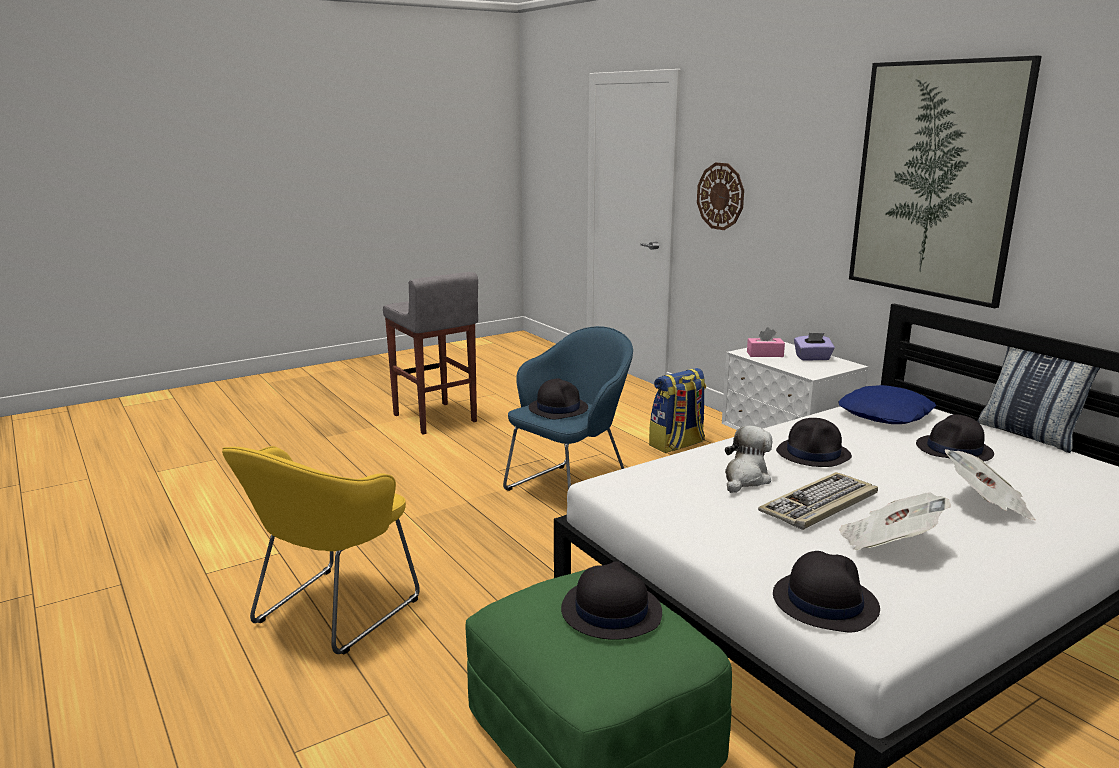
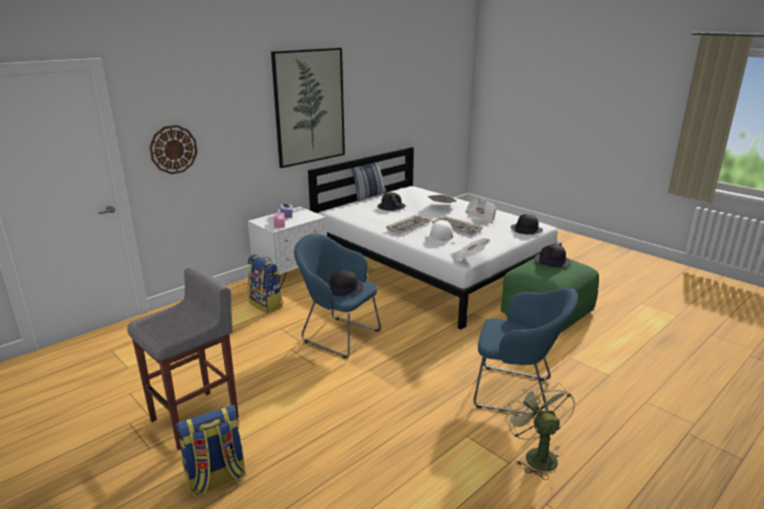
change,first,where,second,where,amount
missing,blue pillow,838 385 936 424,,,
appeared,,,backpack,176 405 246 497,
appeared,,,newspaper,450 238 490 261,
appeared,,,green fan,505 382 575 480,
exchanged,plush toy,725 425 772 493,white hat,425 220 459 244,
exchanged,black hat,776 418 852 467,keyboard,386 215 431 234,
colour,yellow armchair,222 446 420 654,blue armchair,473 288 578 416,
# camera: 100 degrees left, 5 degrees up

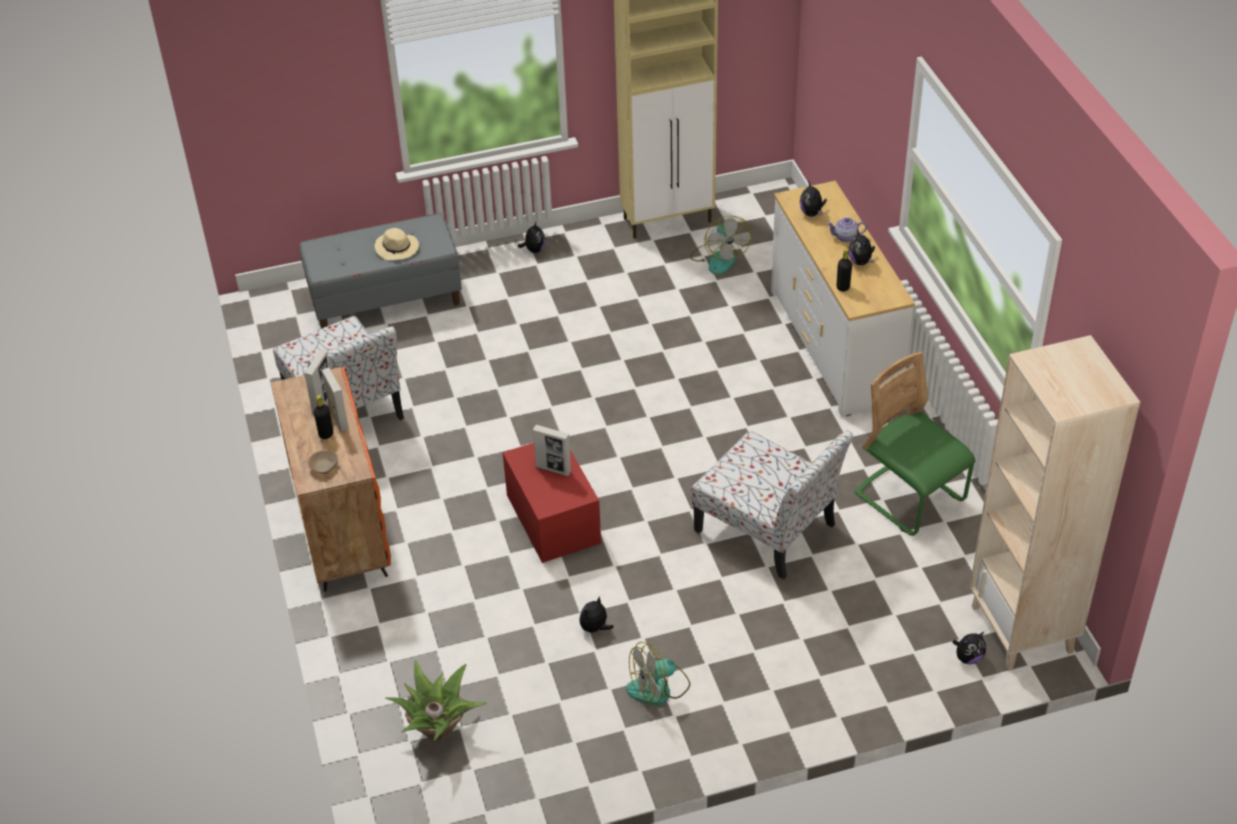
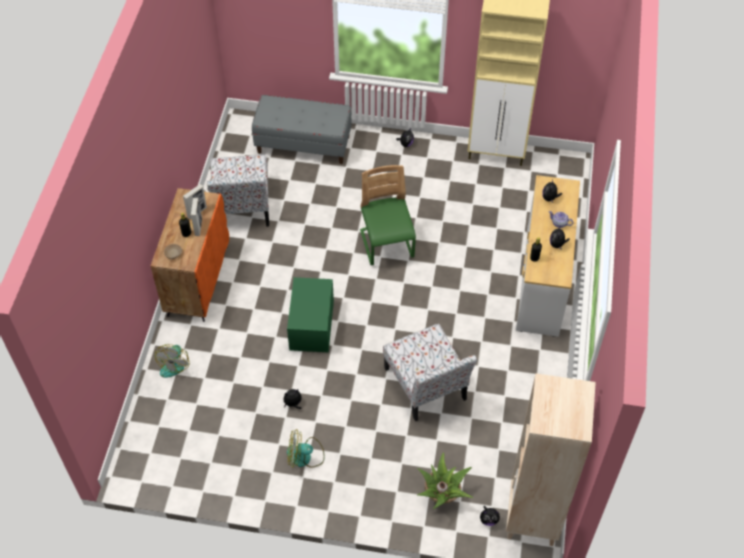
change,first,where,second,where,amount
missing,beige hat,375 228 419 260,,,
missing,picture frame,533 425 571 476,,,
relocated,potted plant,385 660 487 741,,417 453 473 509,
relocated,fan,690 216 752 274,,155 344 189 378,
relocated,green chair,854 352 975 536,,360 165 416 265,
colour,red storage box,503 443 601 563,green storage box,287 277 334 352,
# camera: 25 degrees right, 10 degrees up

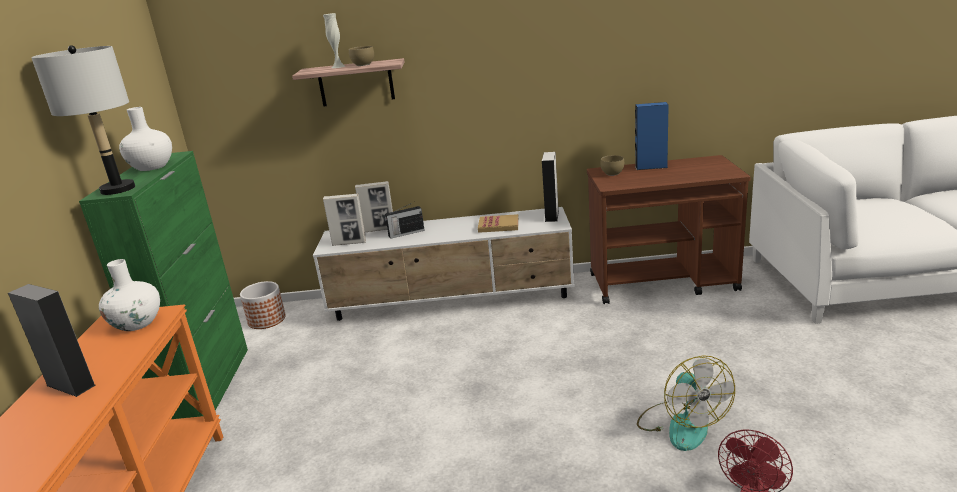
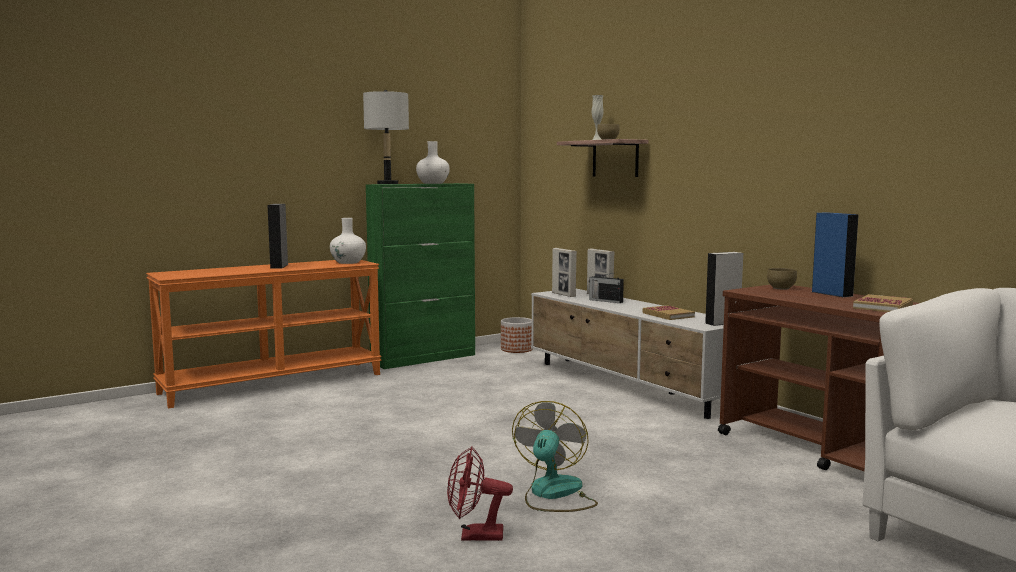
change,first,where,second,where,amount
appeared,,,book,853 294 913 312,
spun,fan,637 355 735 451,,512 401 598 512,150 degrees clockwise
# camera: 55 degrees right, 15 degrees down

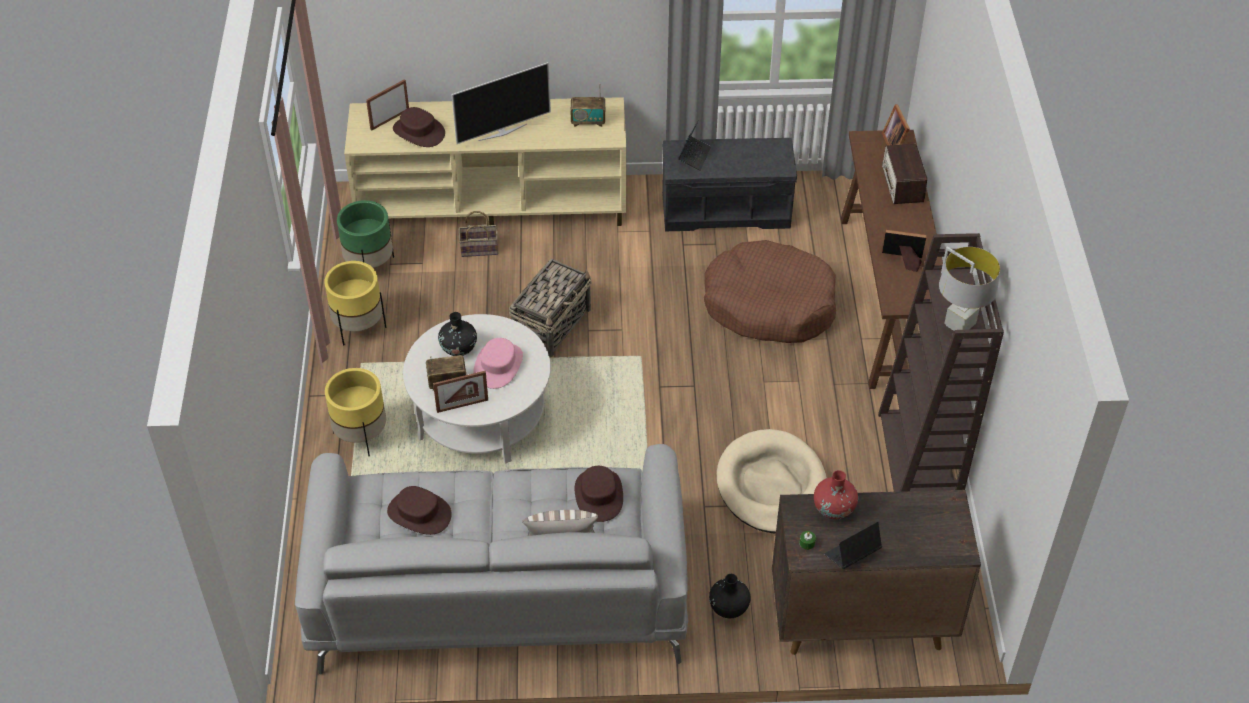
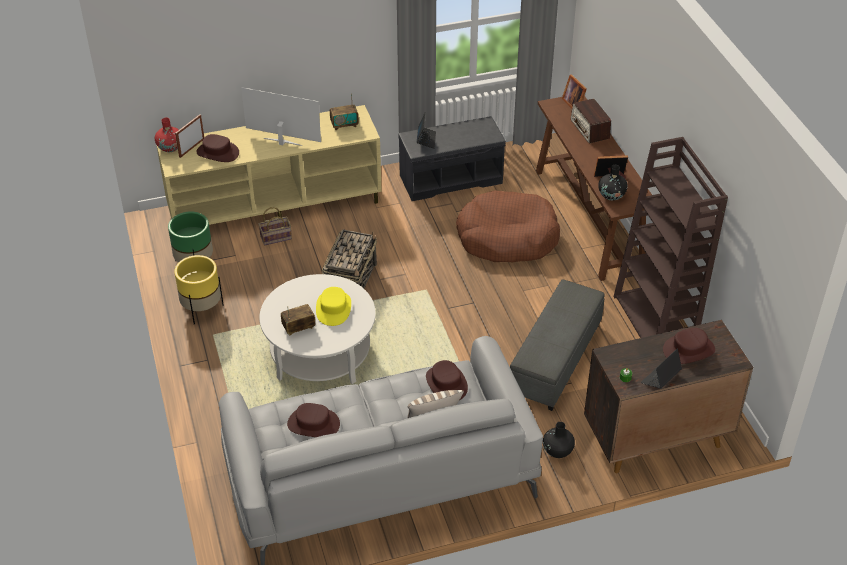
change,first,where,second,where,amount
missing,yellow planter,325 368 386 456,,,
missing,picture frame,433 371 488 413,,,
missing,grey table lamp,939 246 1000 331,,,
appeared,,,brown hat,663 328 715 364,
relocated,black vase,438 312 477 356,,598 165 628 201,
relocated,red vase,814 470 858 520,,155 118 179 152,
exchanged,beige dog bed,717 429 827 533,grey ottoman,510 280 605 411,
colour,pink hat,474 338 523 389,yellow hat,316 287 351 326,
spun,television,451 62 551 144,,241 87 321 146,120 degrees counterclockwise
# camera: 15 degrees left, 5 degrees down

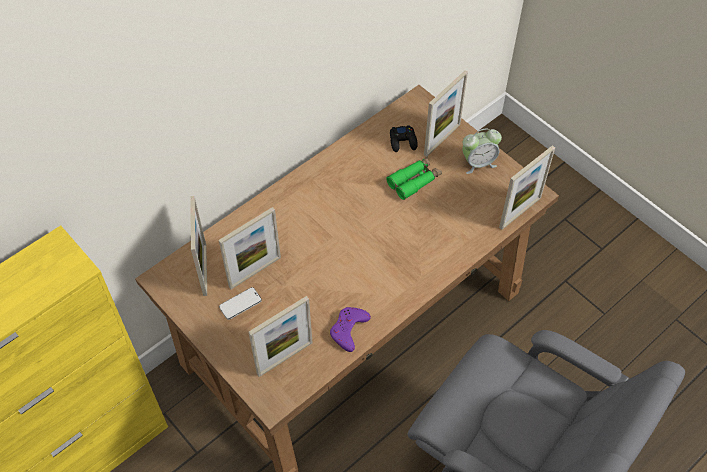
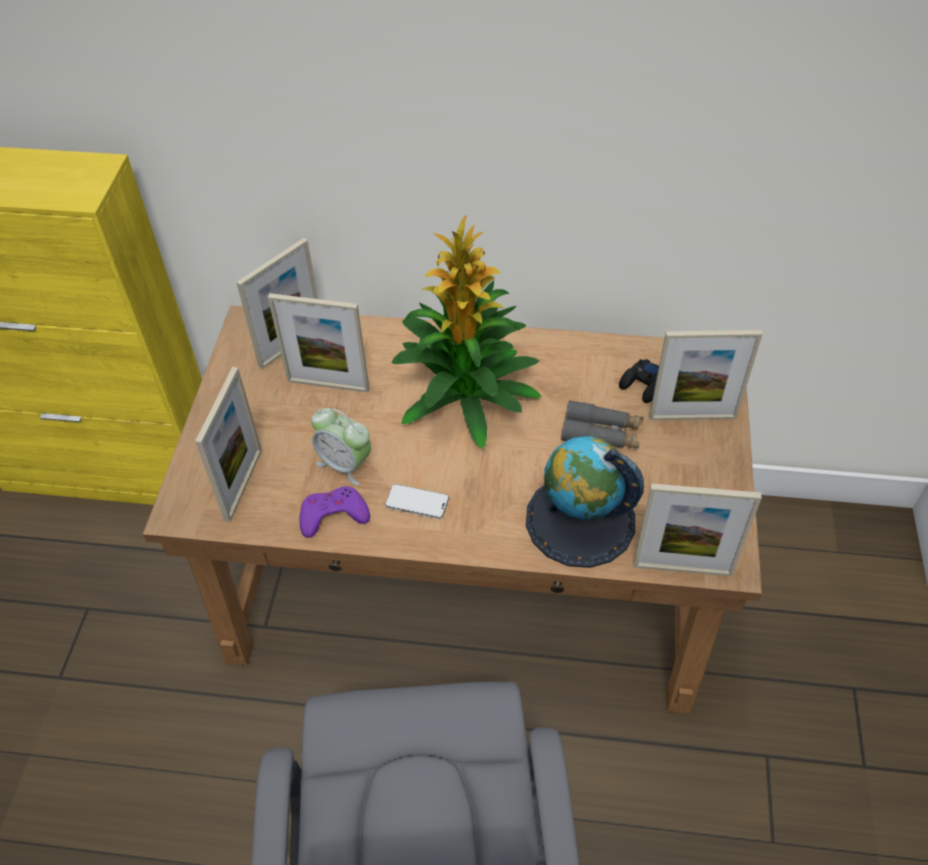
change,first,where,second,where,amount
appeared,,,potted plant,391 215 542 449,
appeared,,,globe,526 436 644 568,
relocated,phone,219 287 262 320,,385 484 449 519,
relocated,alarm clock,462 128 502 174,,311 408 371 486,
colour,green binoculars,386 157 442 200,grey binoculars,561 400 644 449,
spun,picture frame,248 296 313 377,,195 367 262 522,90 degrees counterclockwise
# camera: 50 degrees right, 5 degrees down

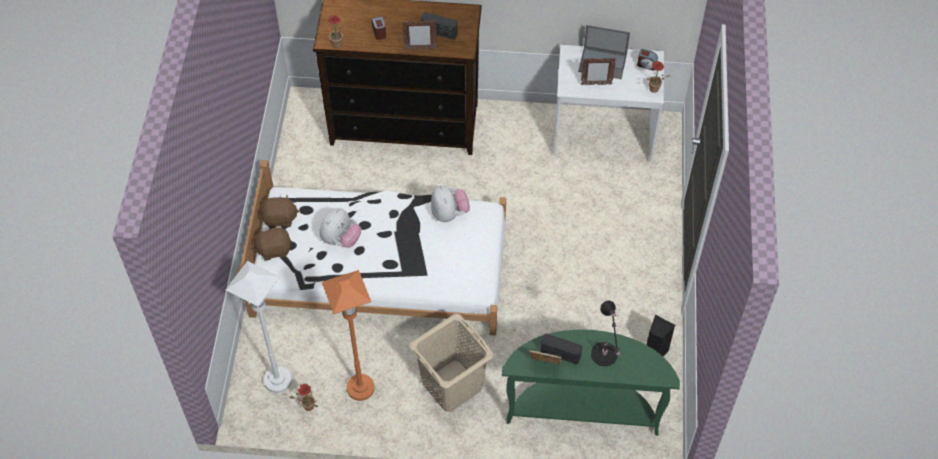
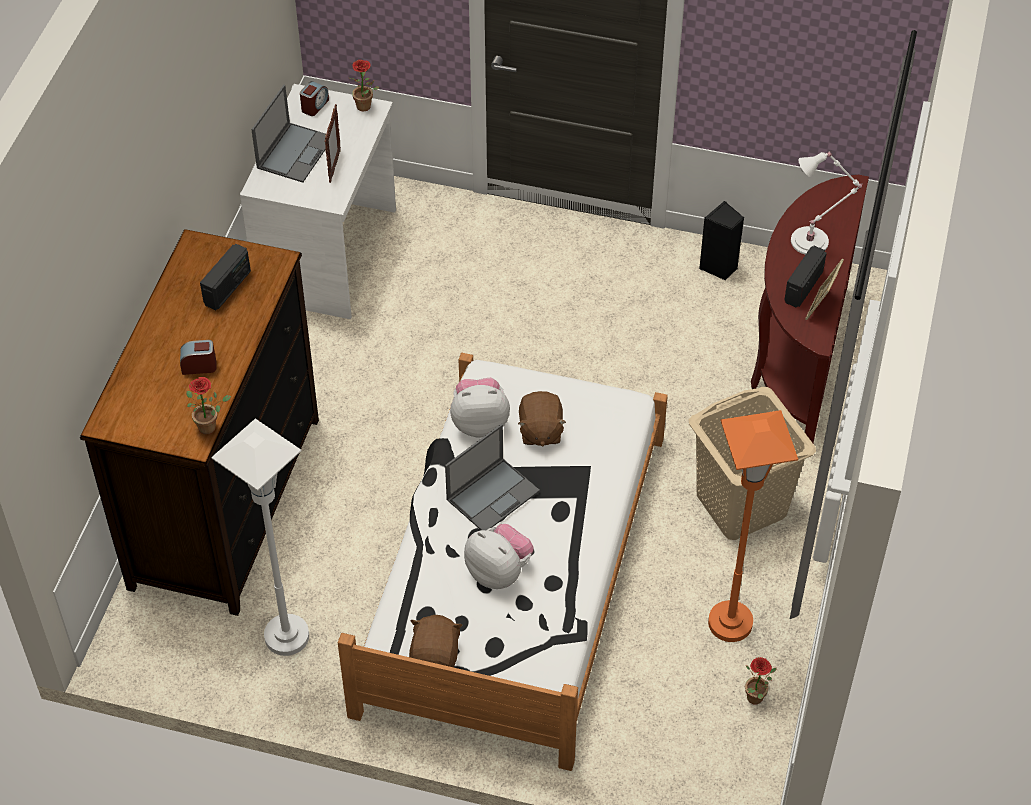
change,first,where,second,where,amount
missing,picture frame,402 20 437 50,,,
appeared,,,laptop,445 424 540 530,
relocated,white floor lamp,225 261 292 393,,211 419 309 656,
relocated,brown plush toy,252 227 291 261,,518 391 566 447,
colour,green console table,502 329 680 435,brown console table,751 175 869 443,
colour,black table lamp,591 301 621 366,white table lamp,791 151 862 255,
# camera: 80 degrees left, 5 degrees down

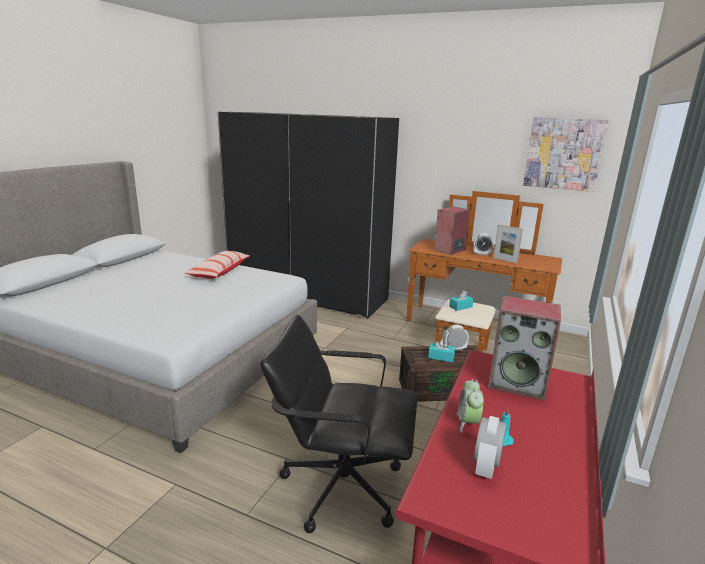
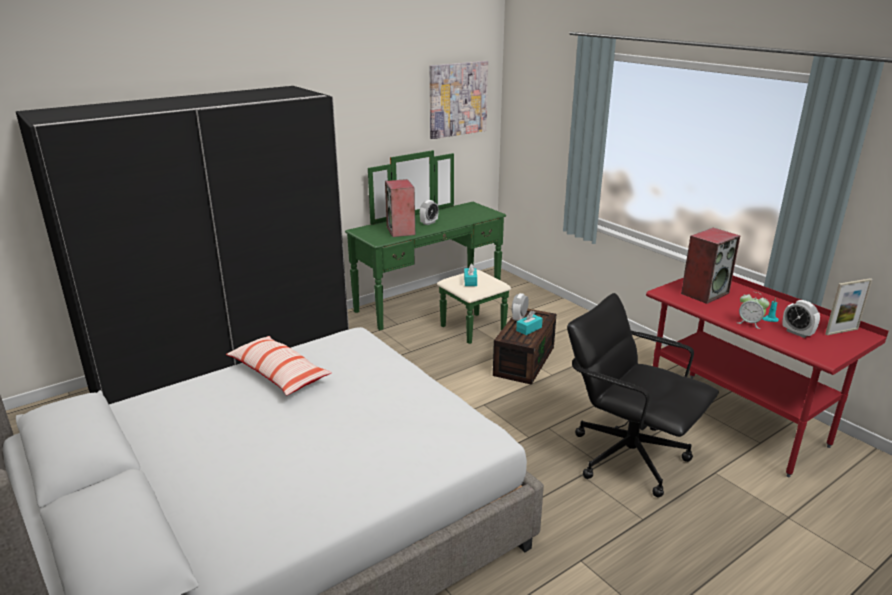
change,first,where,second,where,amount
relocated,picture frame,493 224 523 264,,825 278 873 335,
colour,brown dresser,407 191 562 352,green dresser,345 150 511 344,
spun,black office chair,260 315 418 533,,567 293 719 497,90 degrees clockwise
# camera: 60 degrees left, 5 degrees up

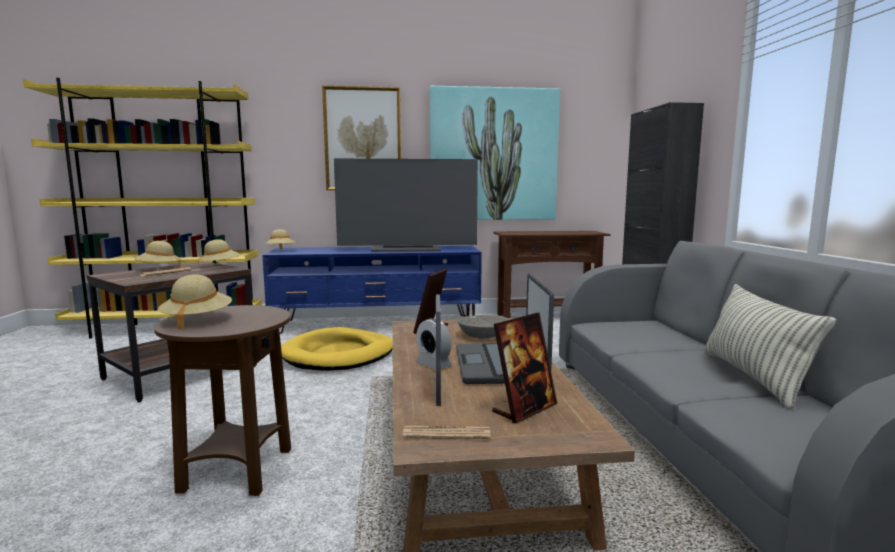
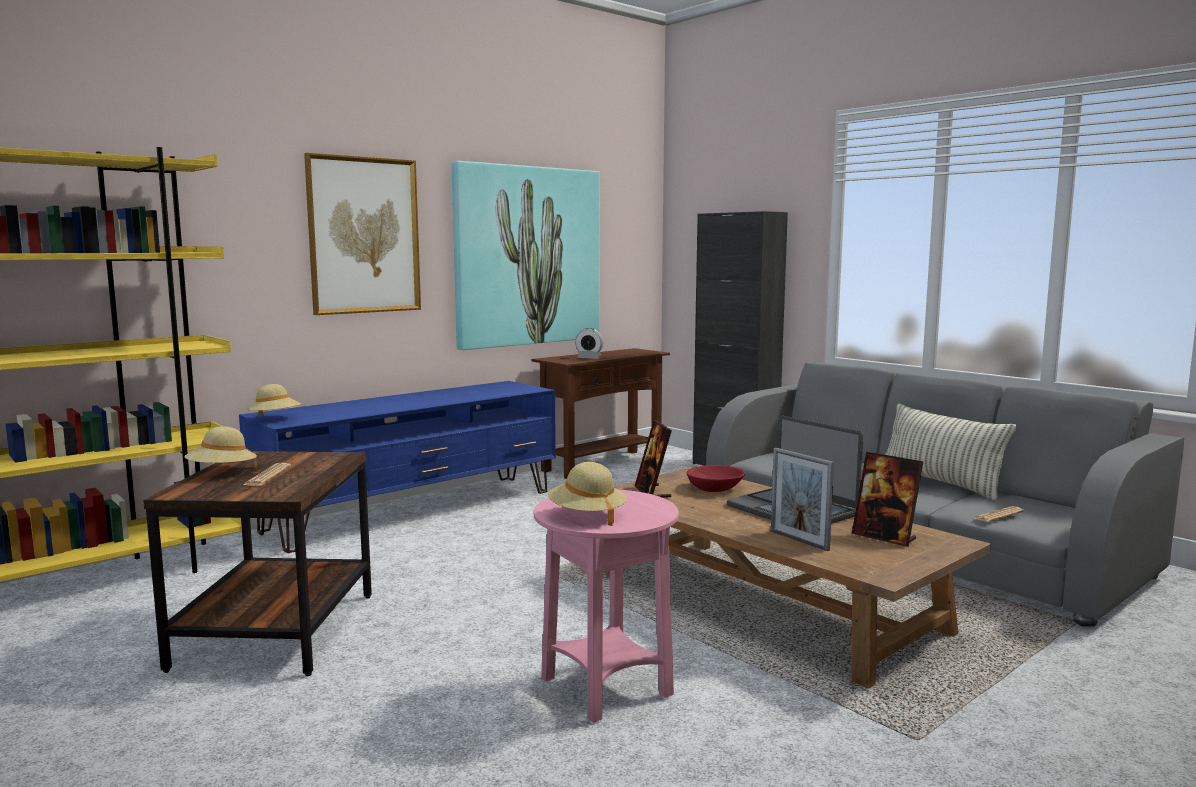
change,first,where,second,where,amount
missing,beige hat,198 239 241 265,,,
missing,yellow dog bed,281 327 393 371,,,
missing,television,334 159 478 252,,,
relocated,newspaper,403 426 491 439,,975 506 1024 522,
relocated,alarm clock,416 318 452 370,,575 328 603 359,
colour,brown side table,154 305 291 496,pink side table,534 490 679 723,
colour,grey bowl,458 315 510 338,red bowl,687 465 745 492,
spun,picture frame,492 312 557 423,,852 452 923 547,120 degrees clockwise
# camera: 35 degrees left, 0 degrees up

